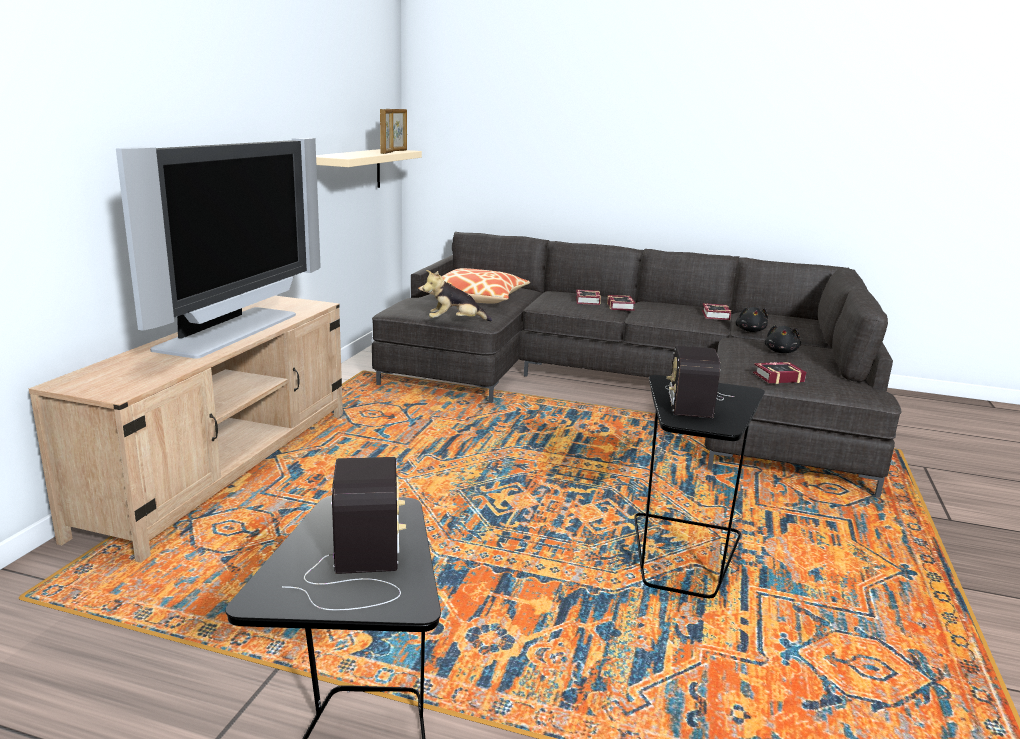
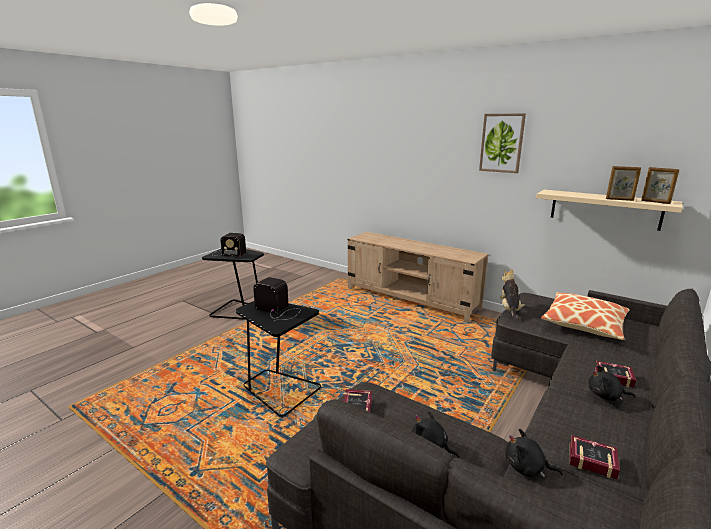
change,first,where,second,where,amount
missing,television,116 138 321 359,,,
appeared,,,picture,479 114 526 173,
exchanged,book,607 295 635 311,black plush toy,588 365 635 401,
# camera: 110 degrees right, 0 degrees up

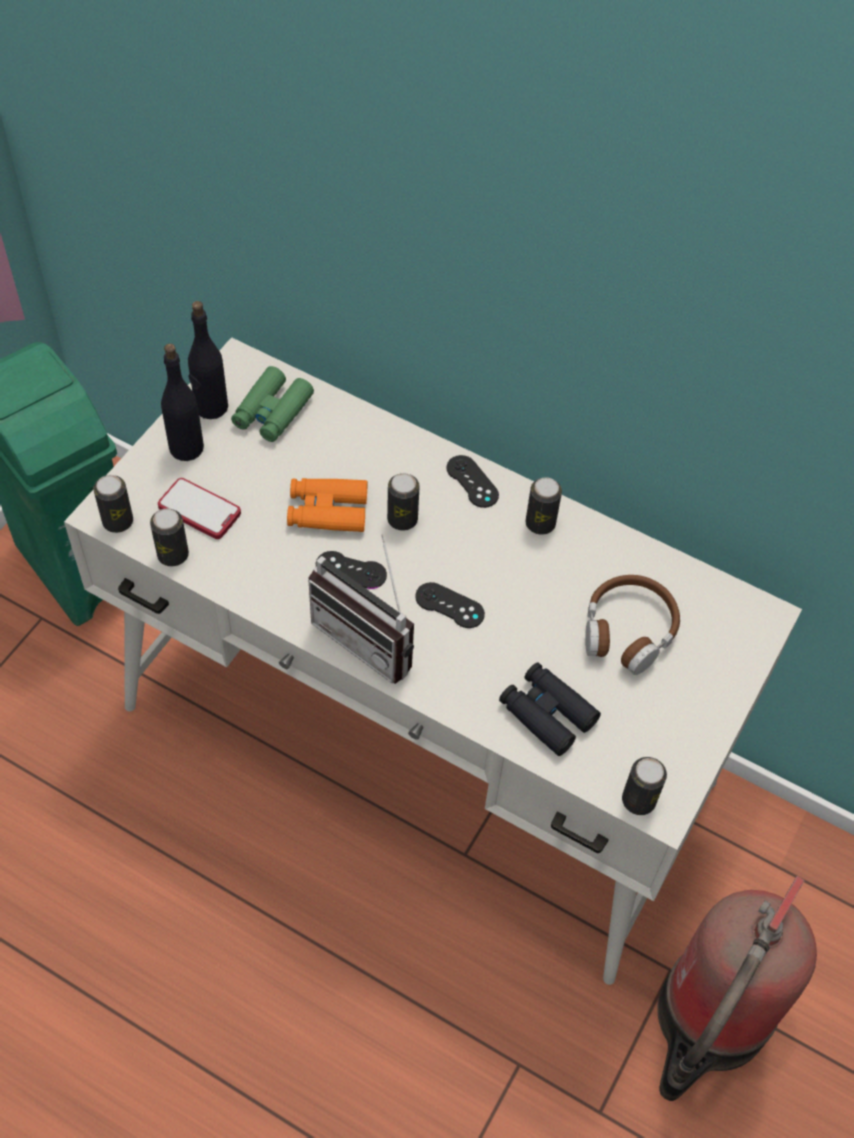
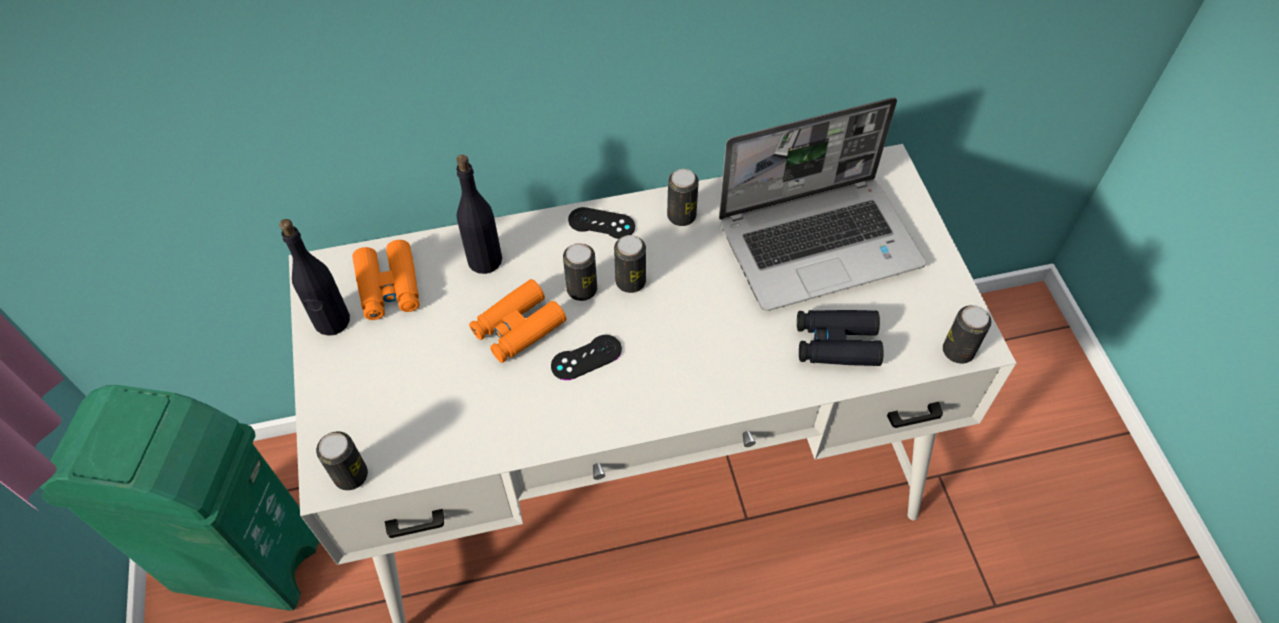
change,first,where,second,where,amount
missing,phone,158 478 241 539,,,
missing,radio,309 534 414 684,,,
missing,black game controller,415 582 485 628,,,
missing,fire extinguisher,657 876 817 1101,,,
relocated,can,150 509 189 566,,614 235 646 293,
relocated,black bottle,161 344 204 461,,456 154 502 274,
exchanged,brown headphones,585 575 680 675,laptop,719 97 926 311,
colour,green binoculars,231 366 314 442,orange binoculars,352 240 420 320,
# camera: 40 degrees left, 0 degrees up

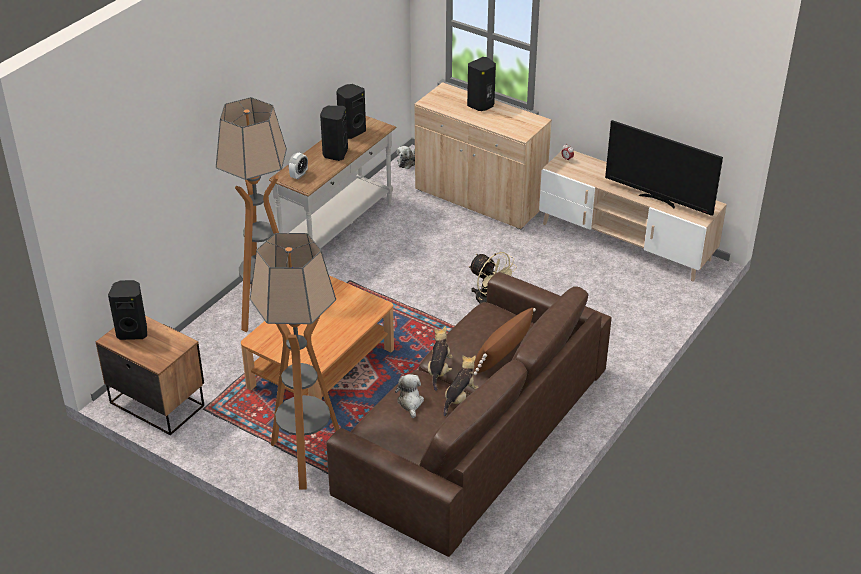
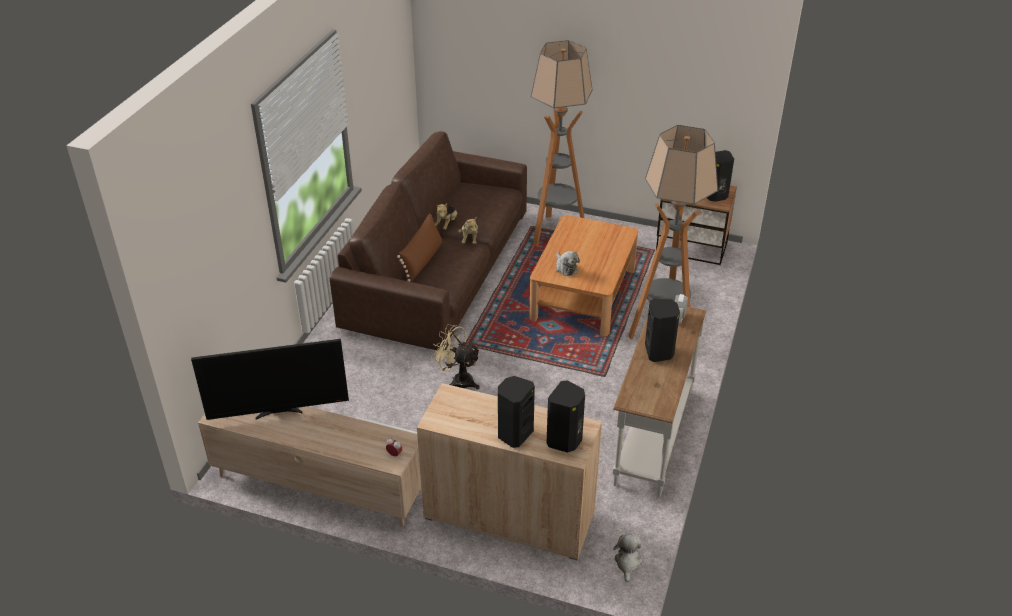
change,first,where,second,where,amount
relocated,black speaker,336 84 366 139,,547 380 585 453,
relocated,plush toy,395 374 424 419,,556 251 580 276,
spun,television,605 120 723 216,,191 339 349 420,150 degrees clockwise
# camera: 165 degrees right, 0 degrees up

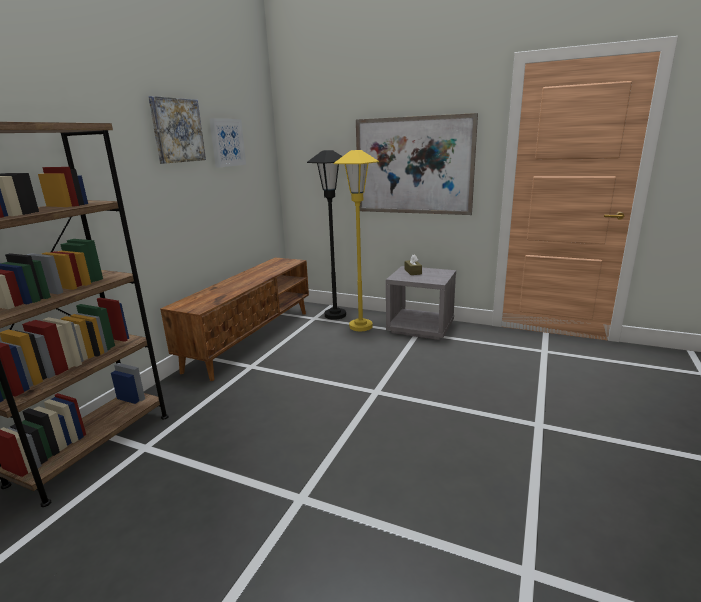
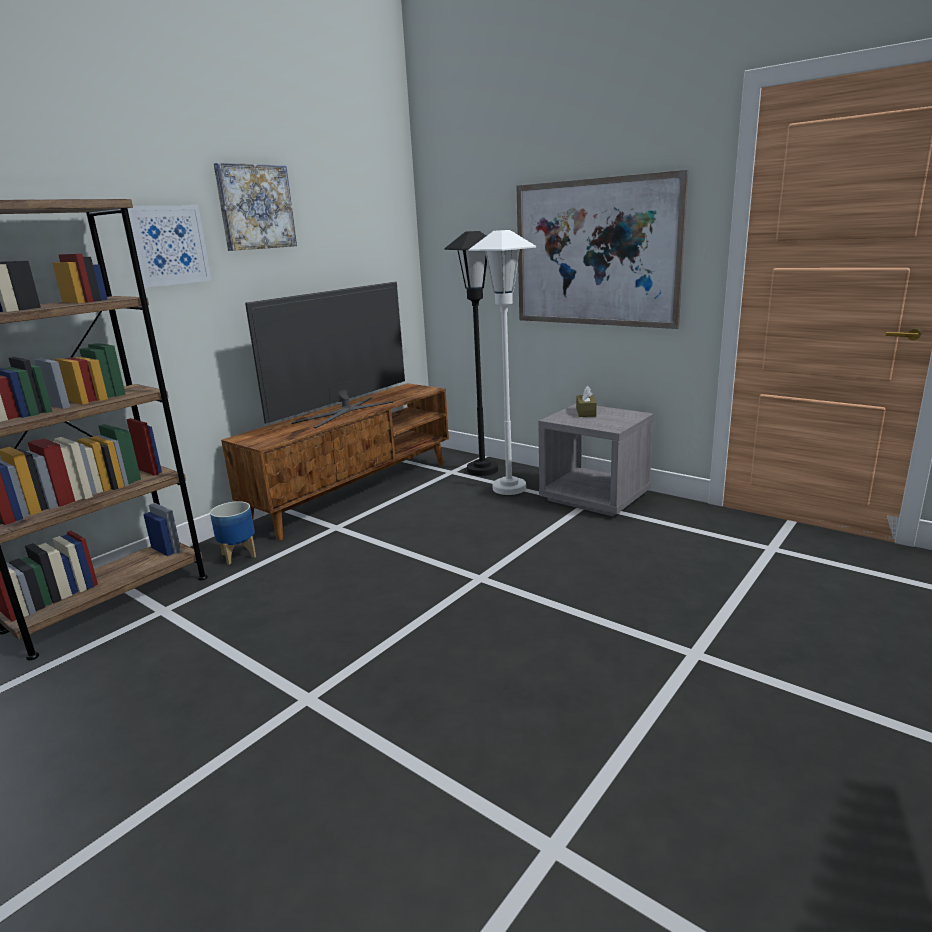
change,first,where,second,where,amount
appeared,,,planter,210 501 256 565,
appeared,,,television,245 282 405 428,
relocated,picture,209 118 246 168,,127 205 212 288,
colour,yellow floor lamp,333 150 379 331,white floor lamp,469 230 536 495,
# camera: 15 degrees right, 0 degrees up

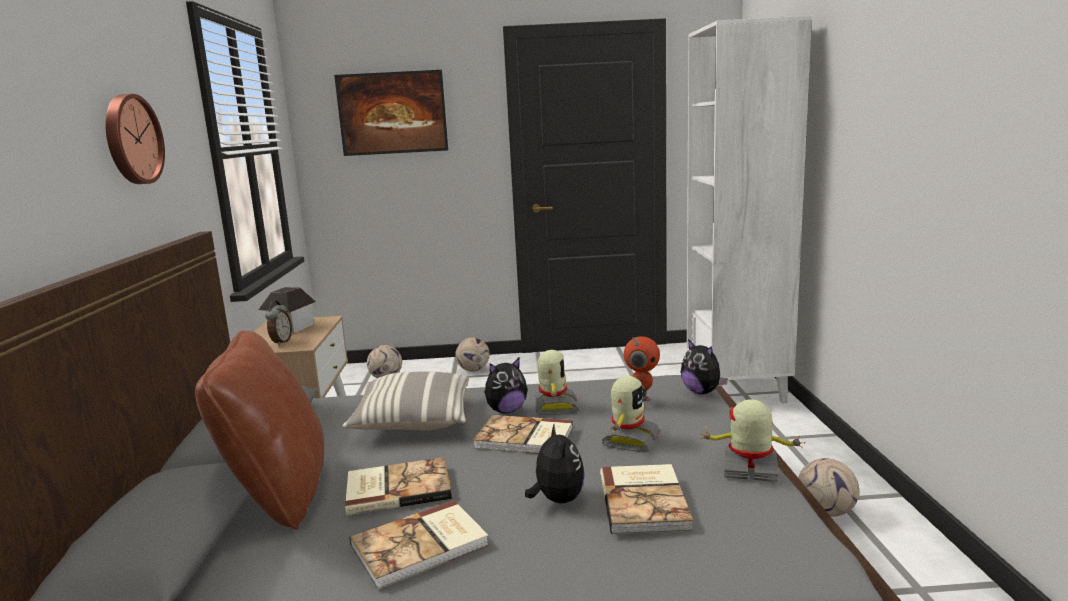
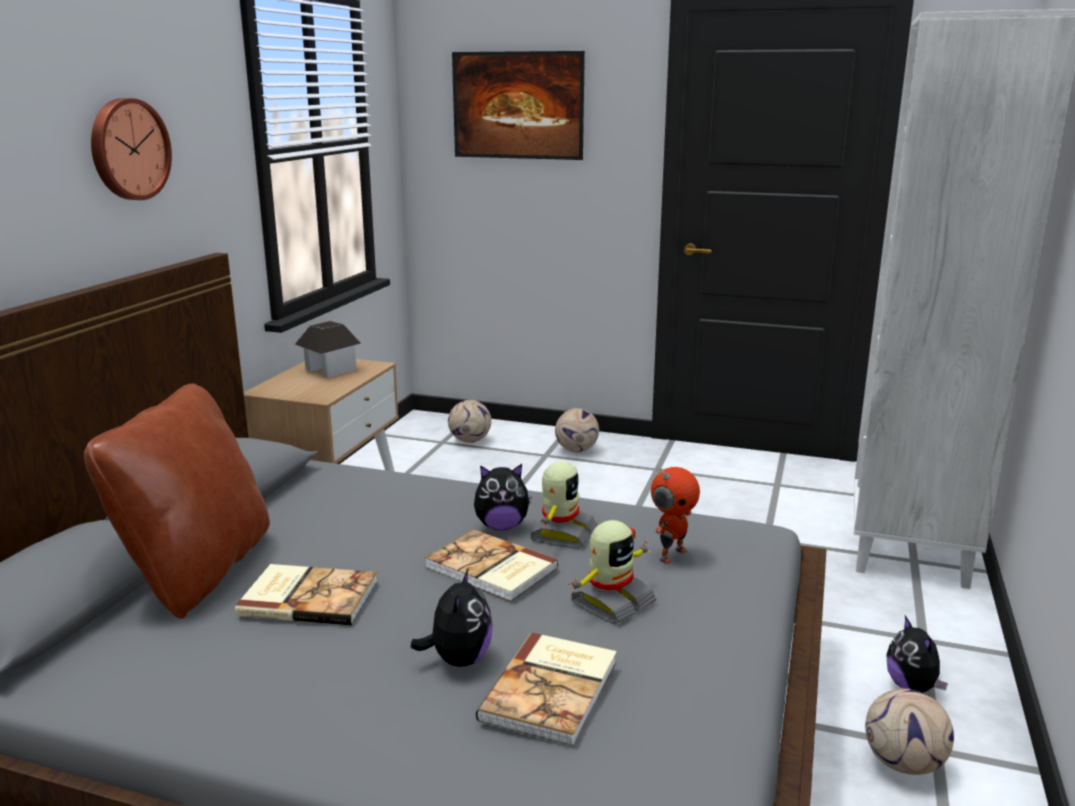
change,first,where,second,where,amount
missing,alarm clock,265 301 292 346,,,
missing,pillow,342 372 469 431,,,
missing,book,350 500 489 590,,,
missing,toy robot,699 399 805 482,,,
relocated,plush toy,681 339 728 394,,886 616 948 693,
# camera: 20 degrees right, 5 degrees up

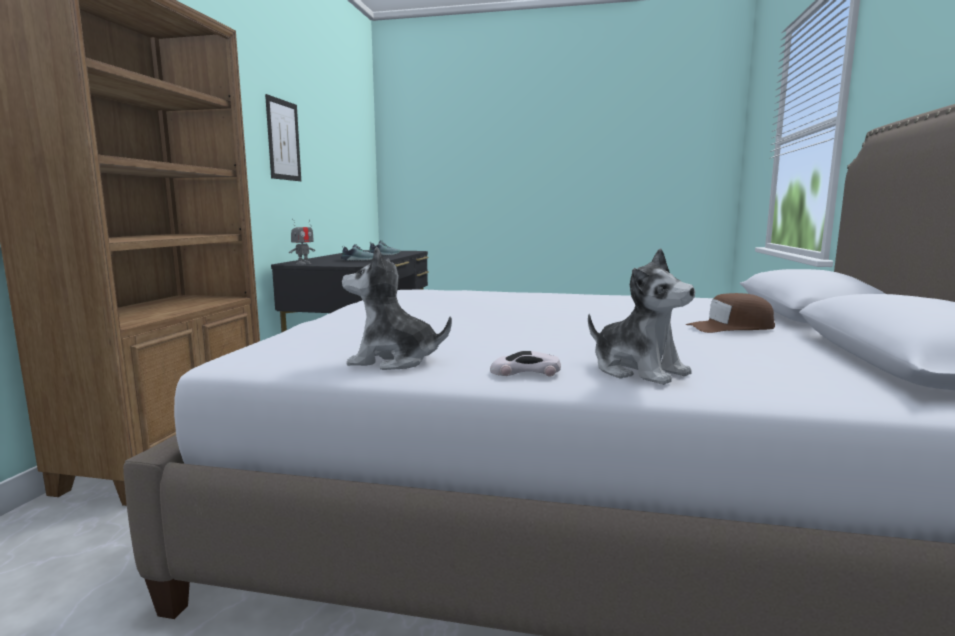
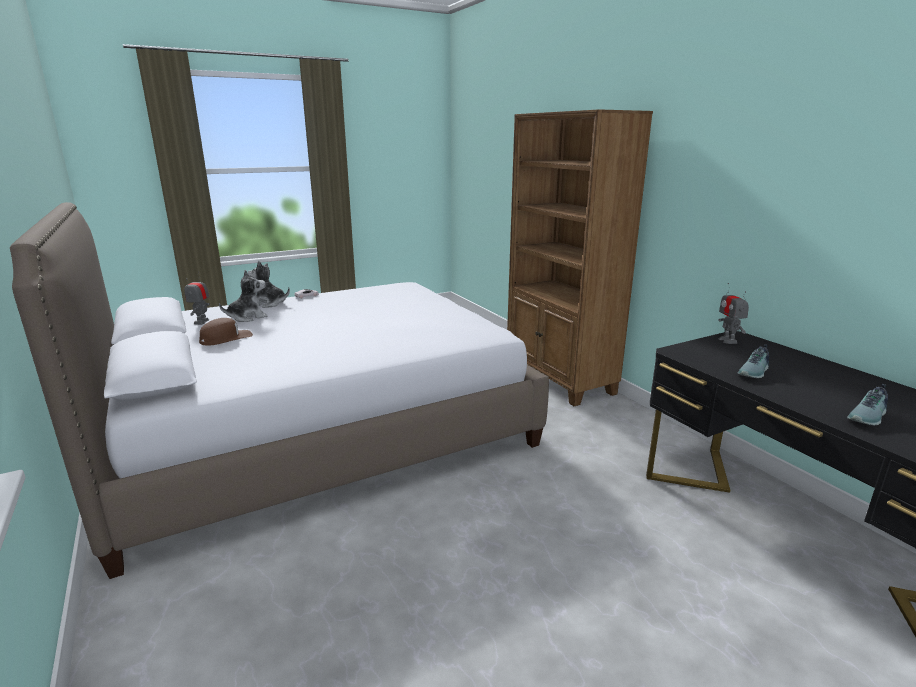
change,first,where,second,where,amount
missing,picture,265 94 301 181,,,
appeared,,,toy robot,184 271 210 325,
relocated,plush toy,342 246 452 370,,219 270 268 322,
# camera: 140 degrees right, 10 degrees up

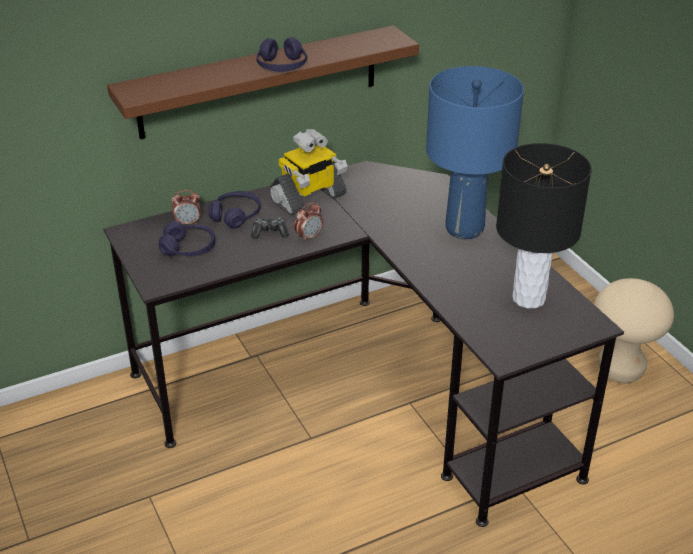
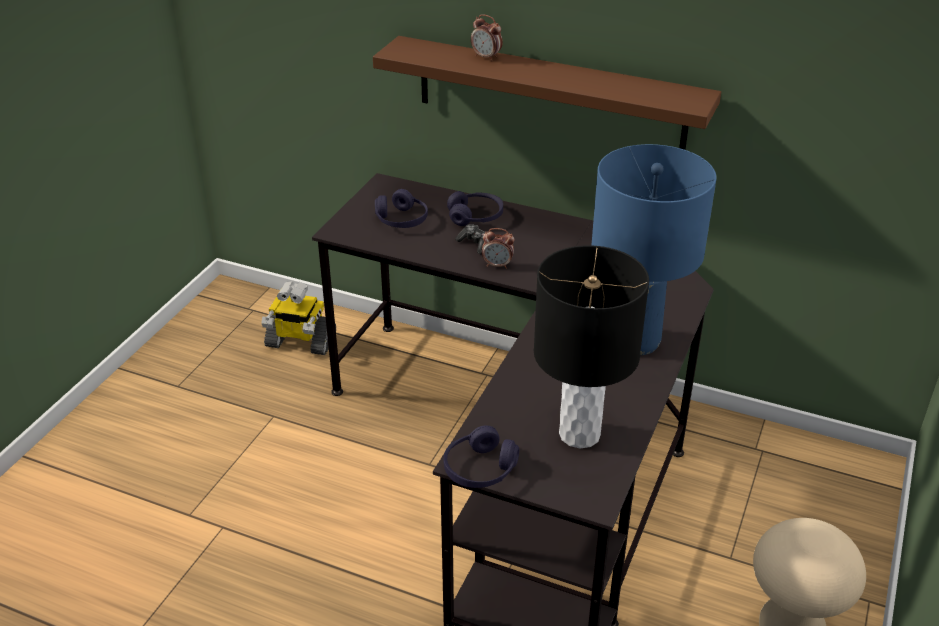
change,first,where,second,where,amount
relocated,alarm clock,172 190 201 225,,471 14 503 61,
relocated,purple headphones,256 37 307 72,,444 426 519 488,
relocated,toy robot,269 129 348 216,,261 281 336 355,
# camera: 50 degrees right, 0 degrees up

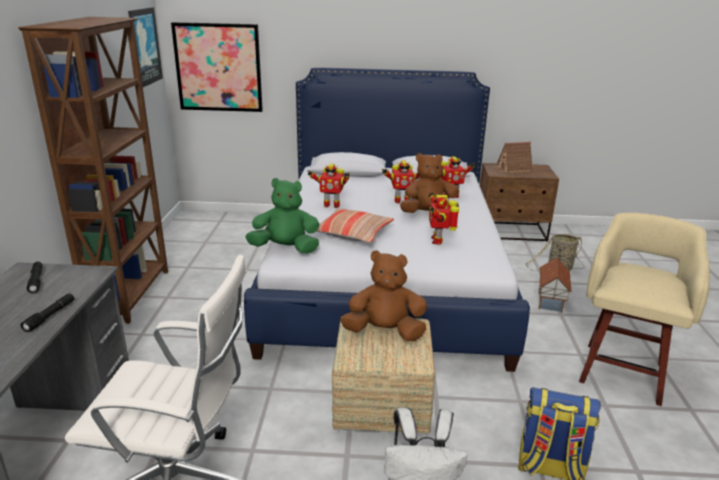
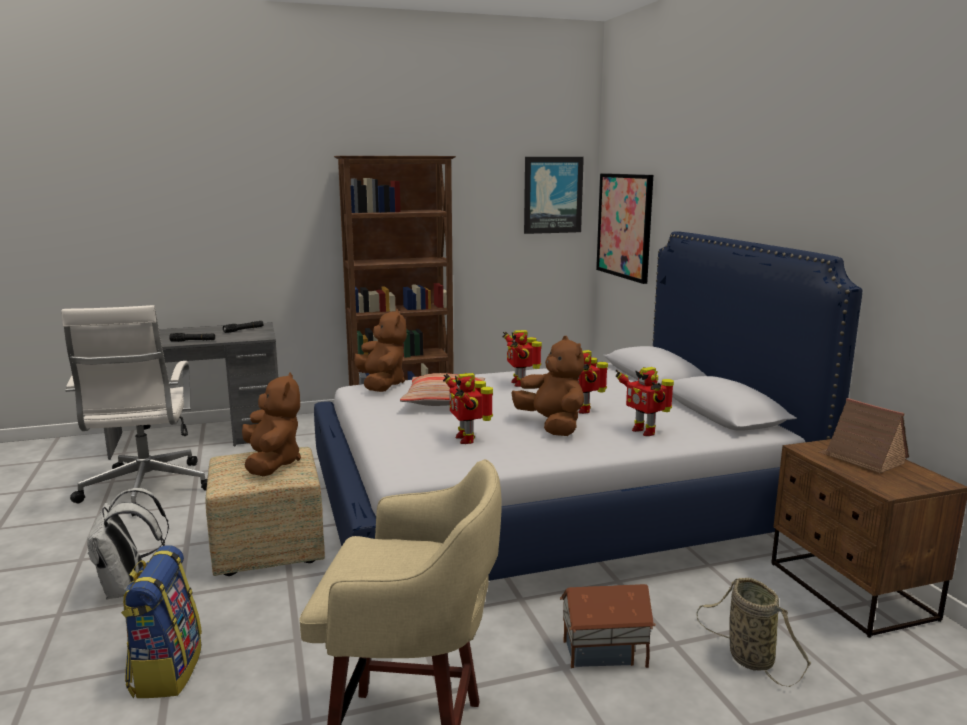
change,first,where,second,where,amount
colour,green plush toy,245 178 320 254,brown plush toy,354 309 407 392,
spun,toy robot,428 192 459 245,,443 373 493 444,90 degrees counterclockwise
# camera: 70 degrees right, 10 degrees down

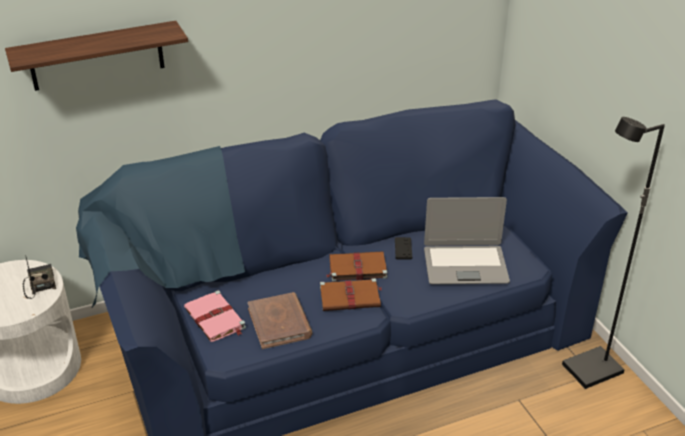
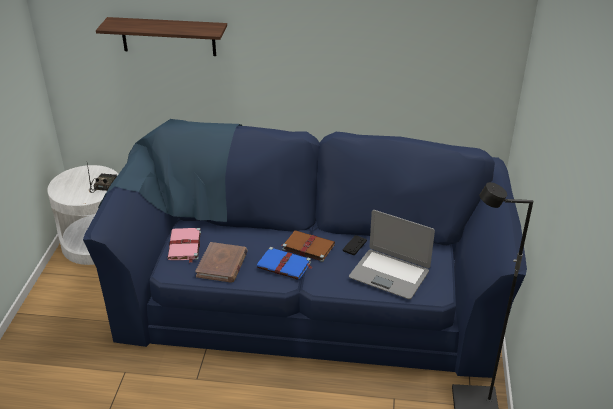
change,first,where,second,where,amount
colour,brown book,320 278 382 311,blue book,257 247 312 280,
# camera: 30 degrees right, 0 degrees up

